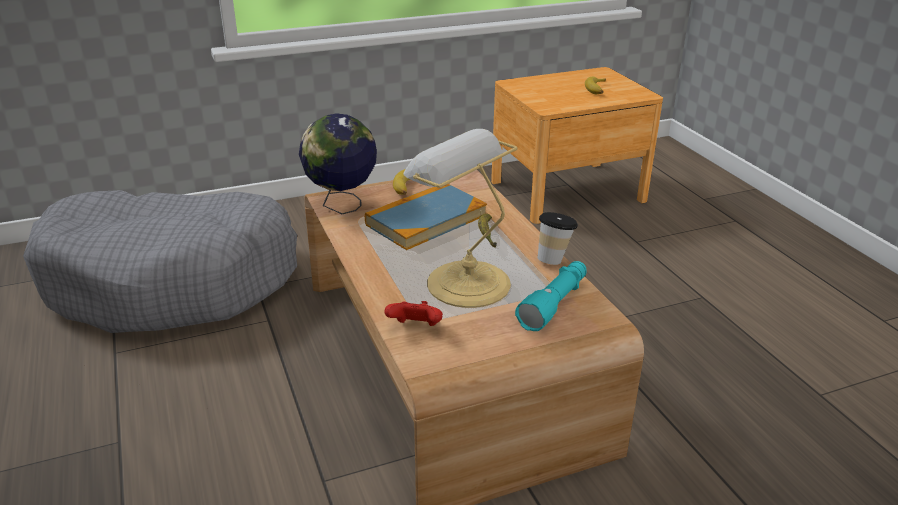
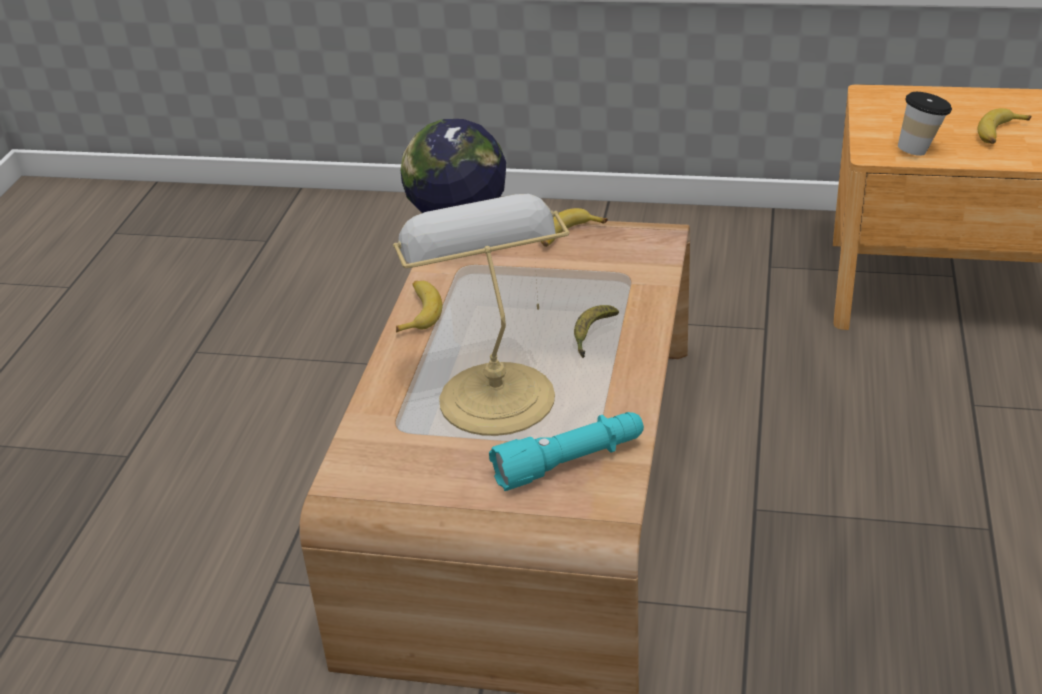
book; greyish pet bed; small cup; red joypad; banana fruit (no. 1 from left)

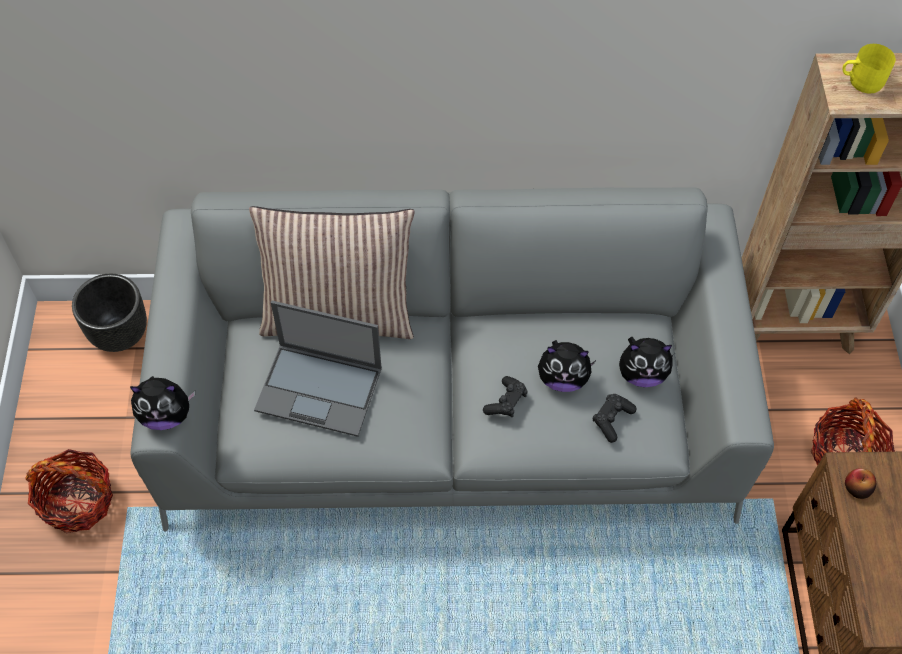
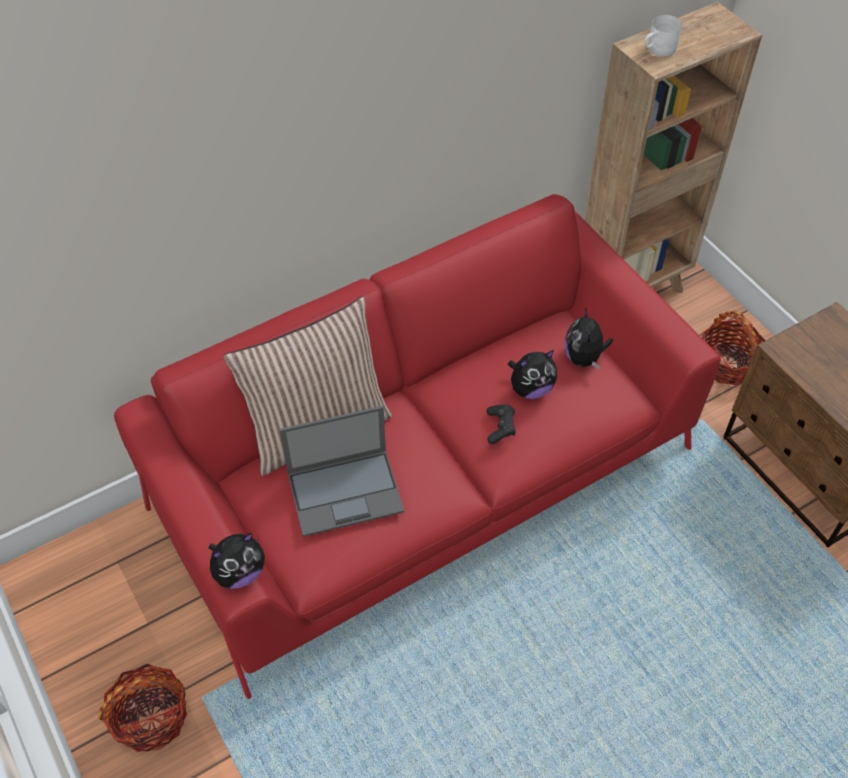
whitish tea mug; red sofa; blackish flower pot; cuddly toy (no. 3 from left); blackish joypad (no. 2 from left in the first image); whole apple

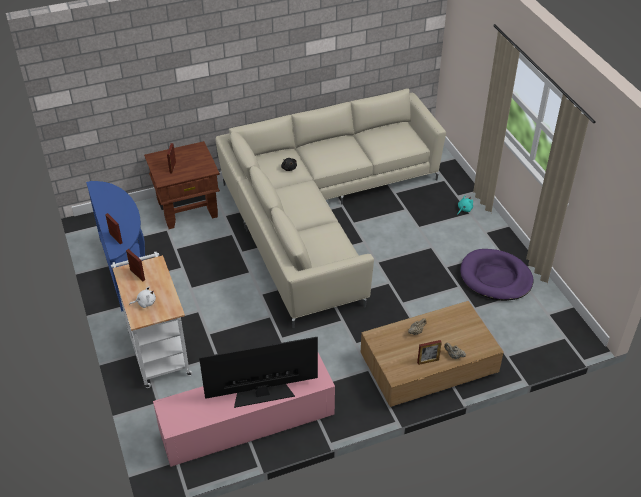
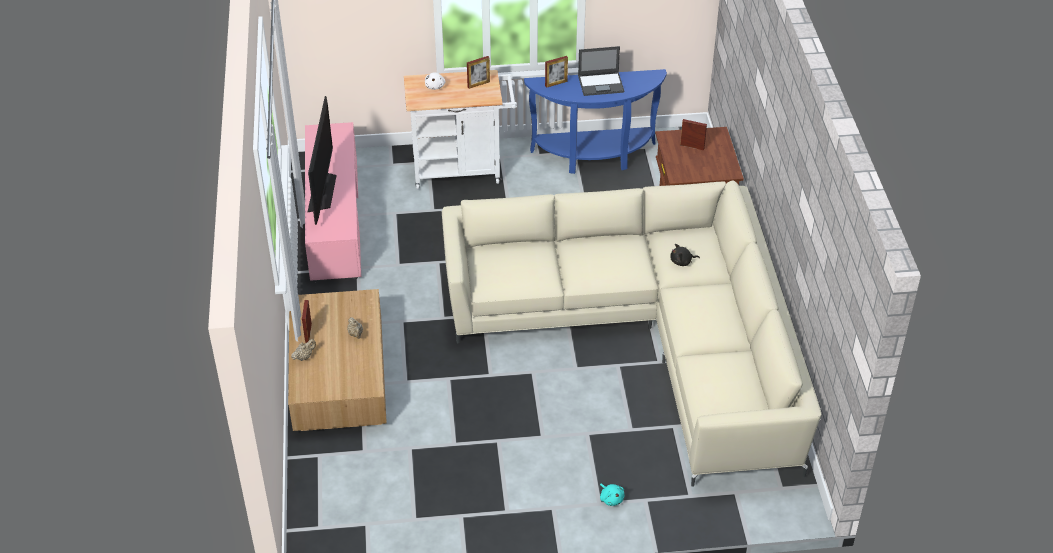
purple-coloured pet bed; portable computer

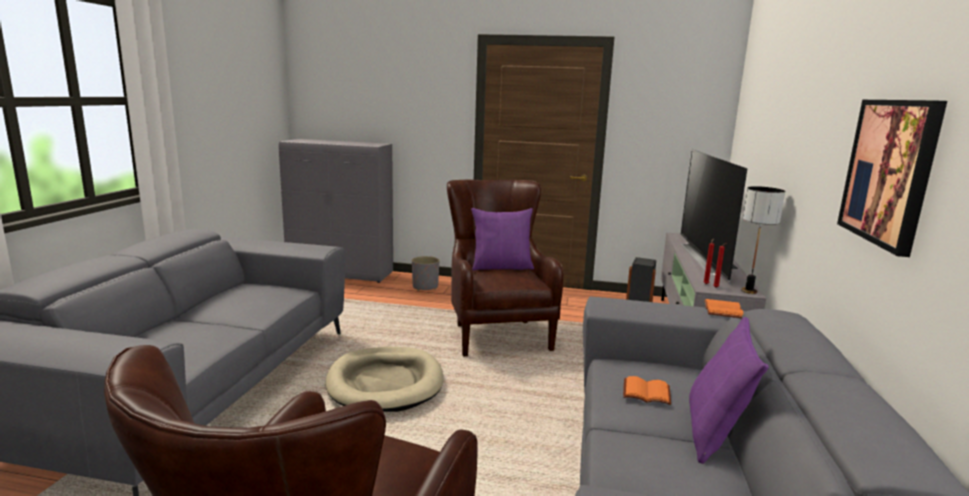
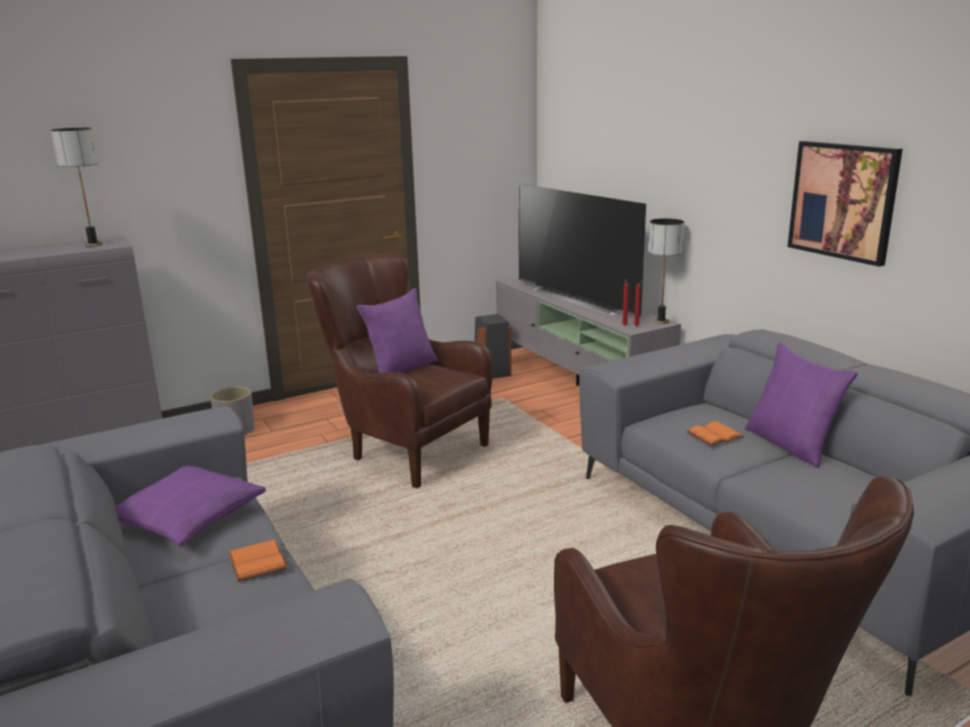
orangey book (no. 1 from left); beige pet bed; tabletop lamp (no. 1 from left); purple-coloured throw pillow (no. 1 from left)

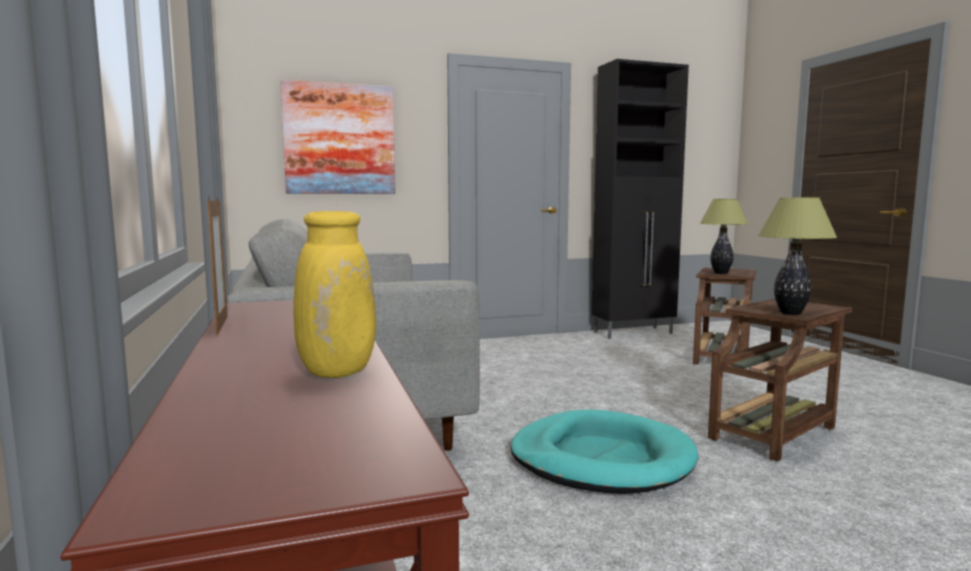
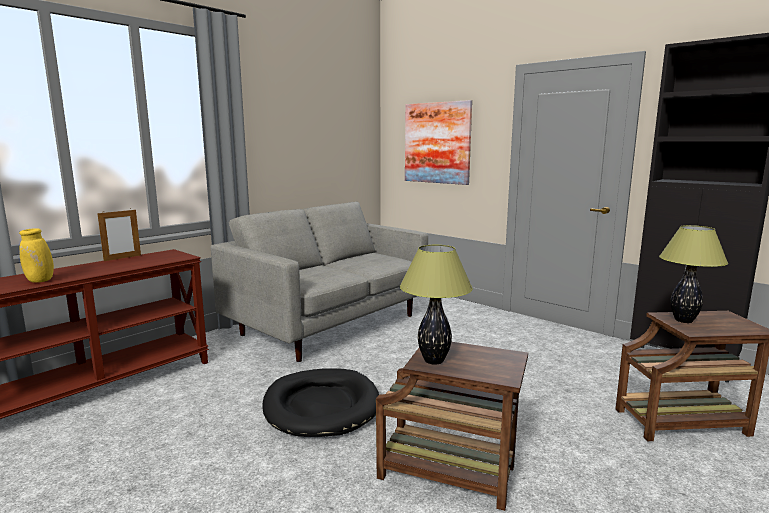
blackish pet bed

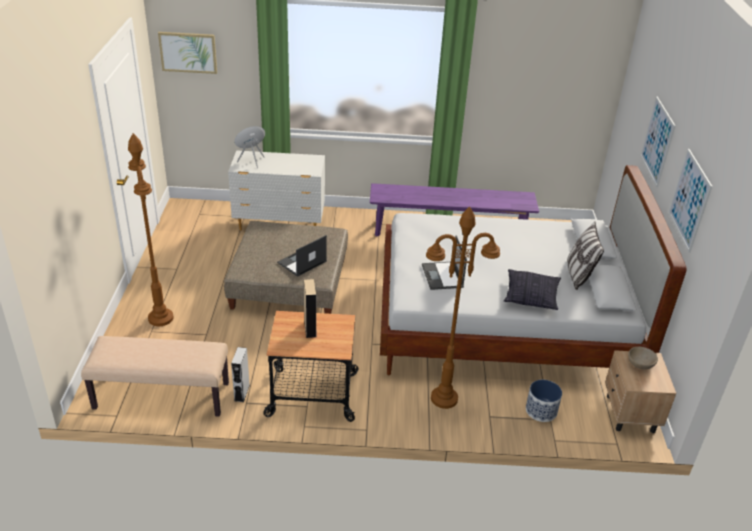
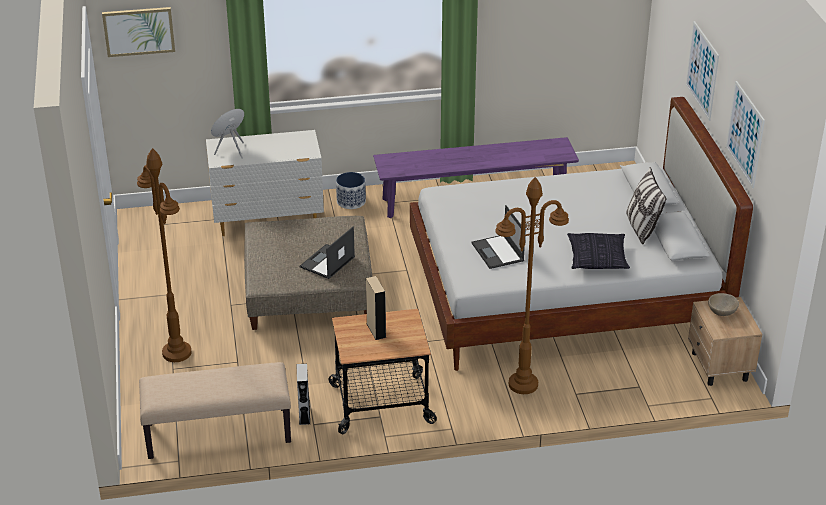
flower pot

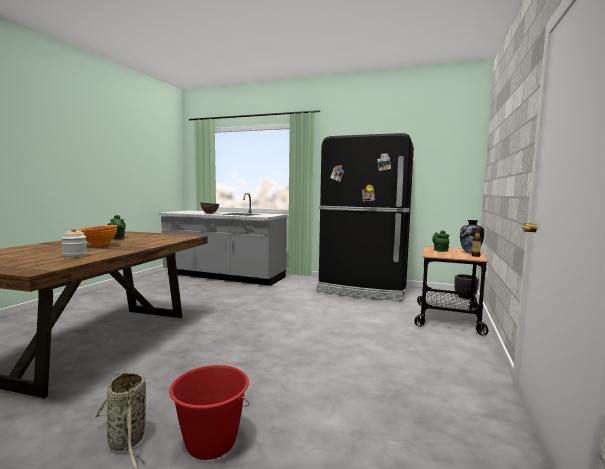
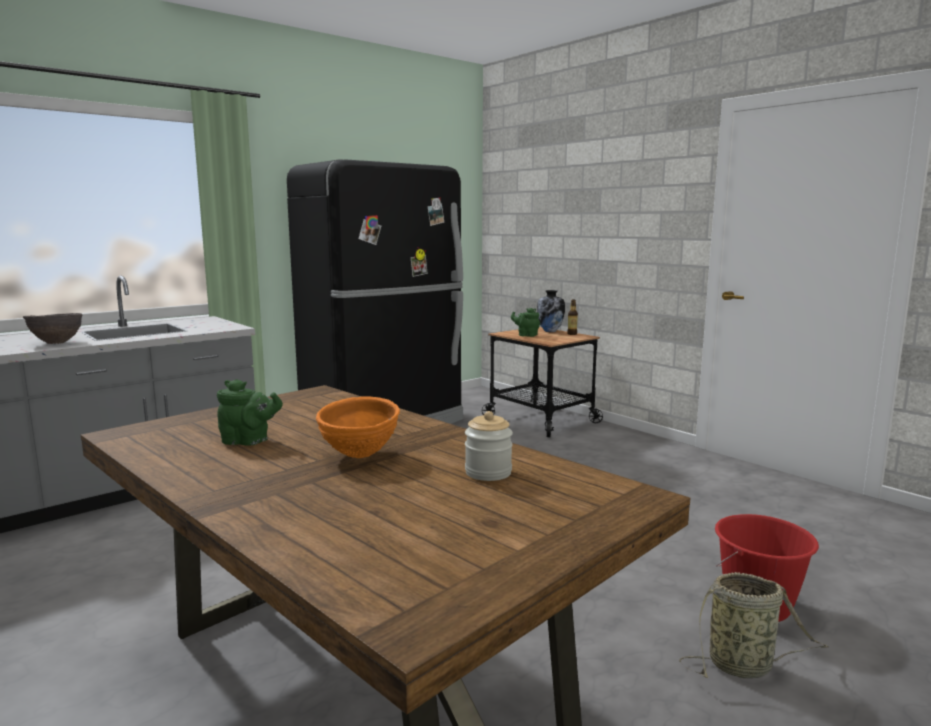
blackish flower pot

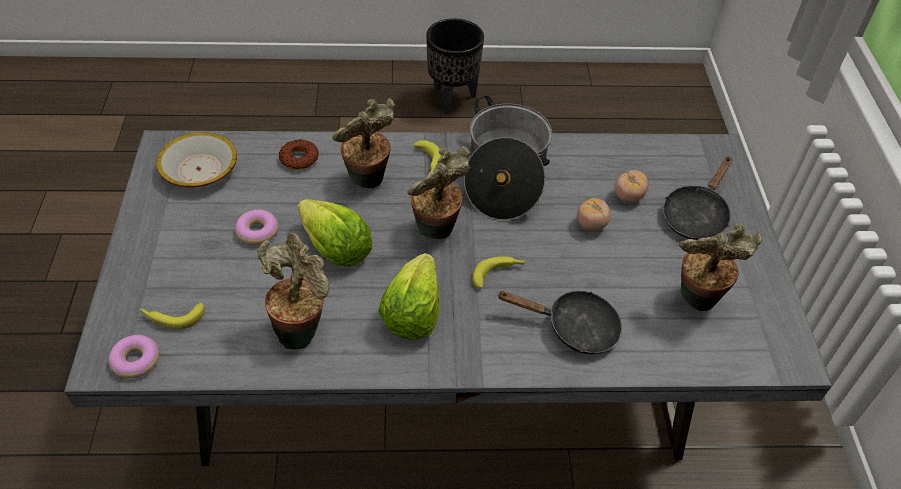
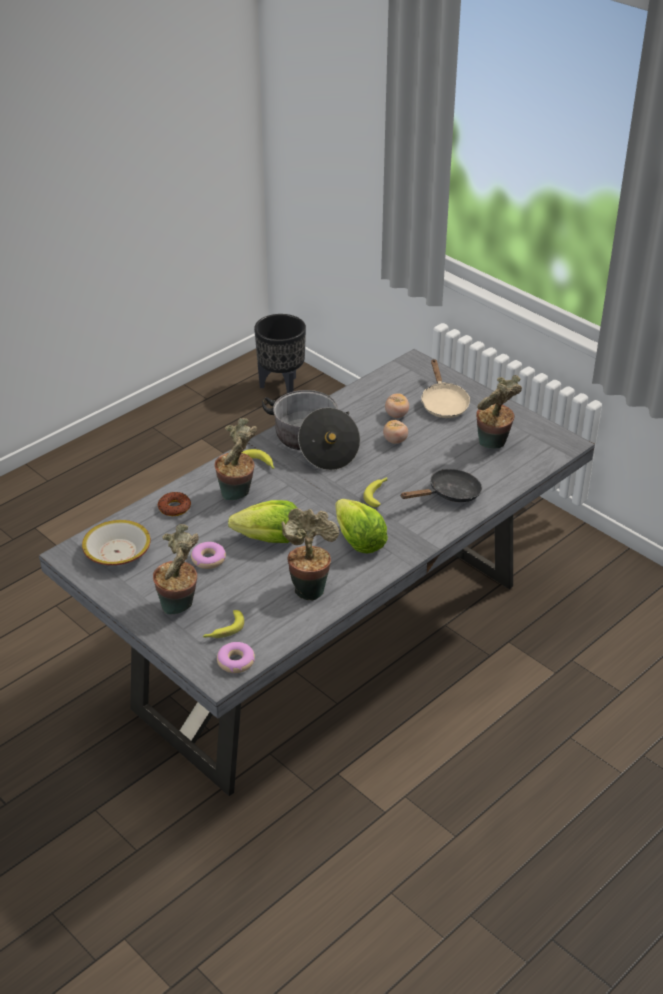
blackish flower pot; potted plant (no. 1 from left); beige pan

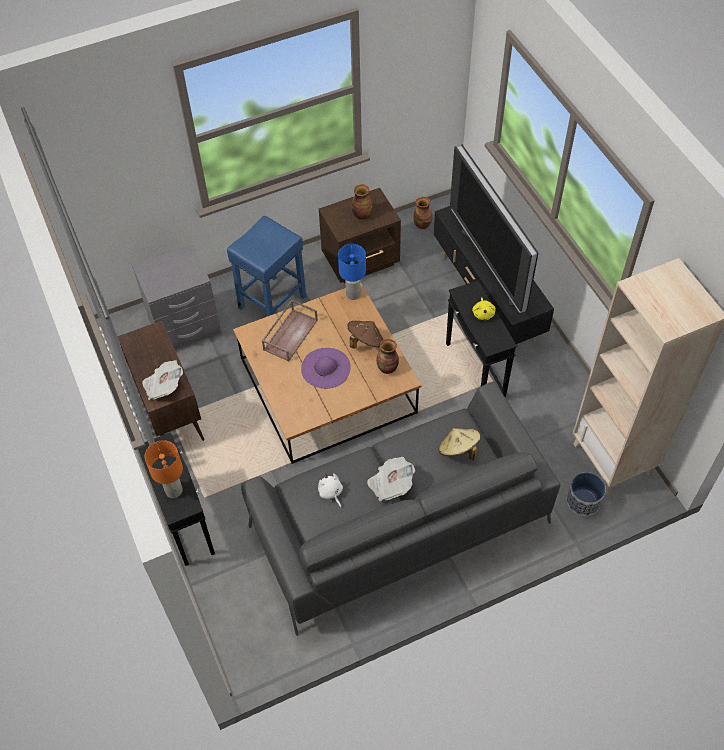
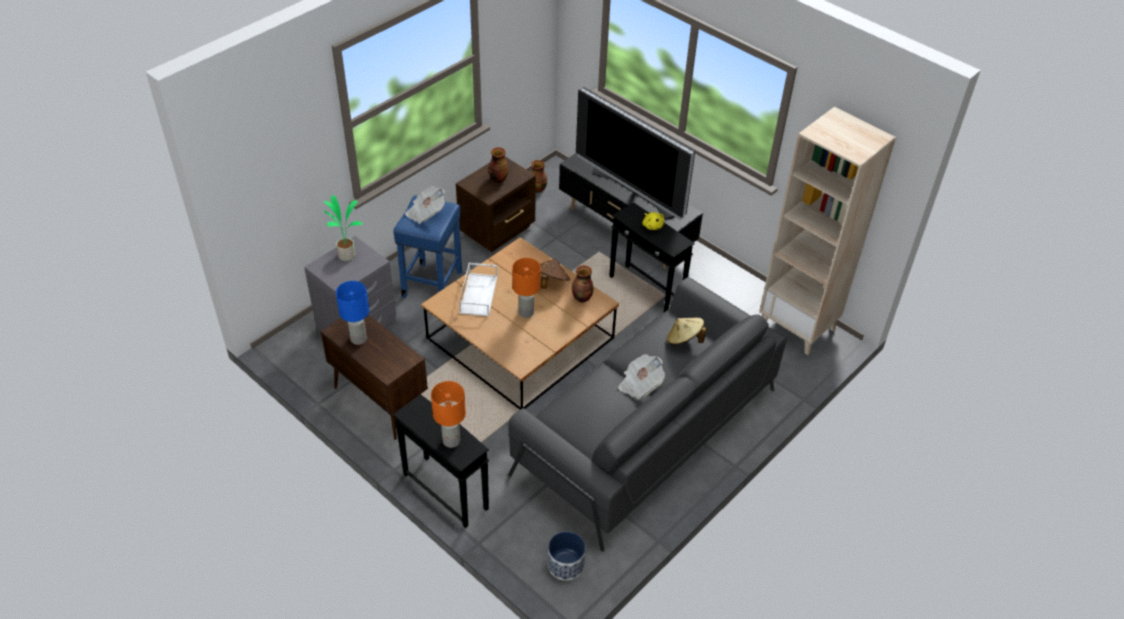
blue-coloured tabletop lamp; whitish tray; orangey tabletop lamp (no. 2 from left); newspaper (no. 1 from left); flower pot; whitish cuddly toy; potted plant

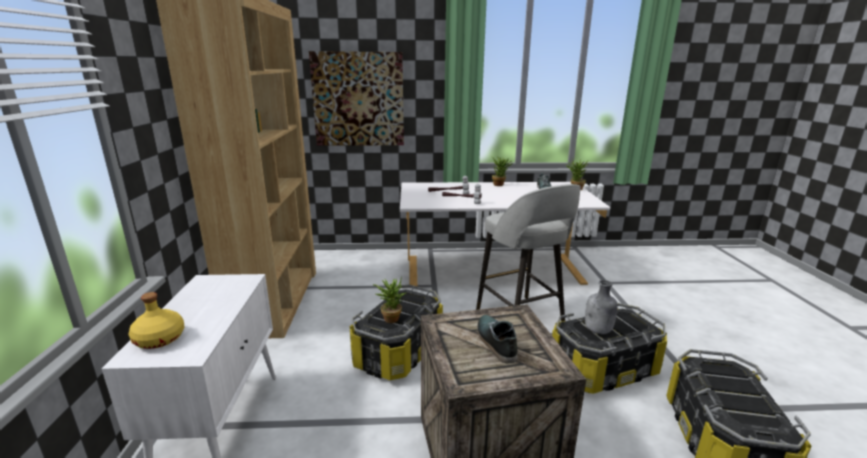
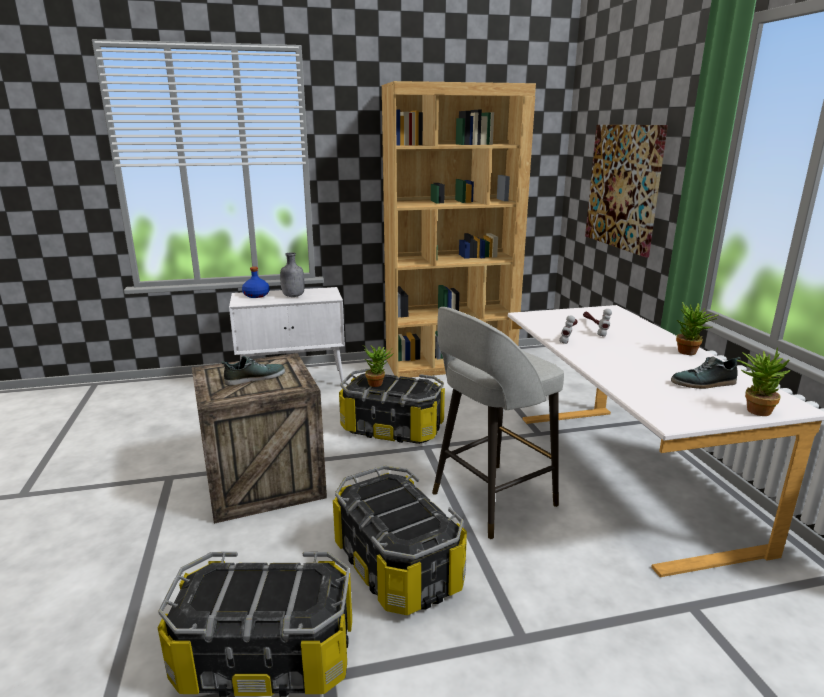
greyish bottle; blue-coloured bottle

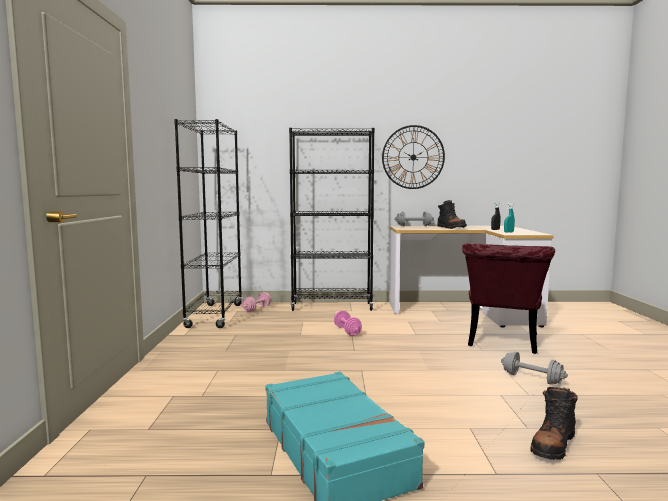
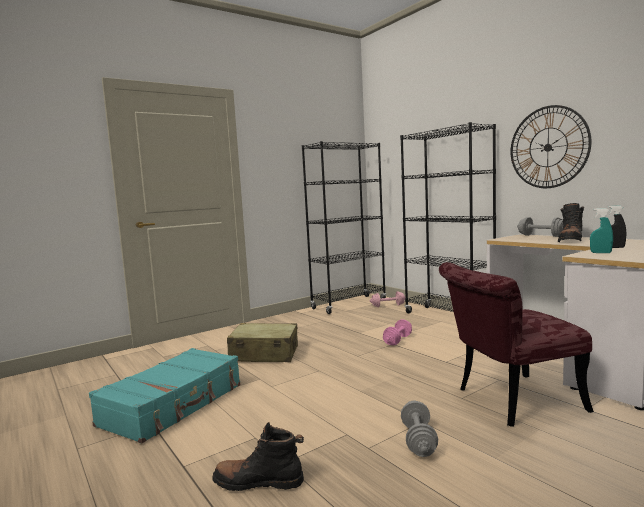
beige piece of luggage

